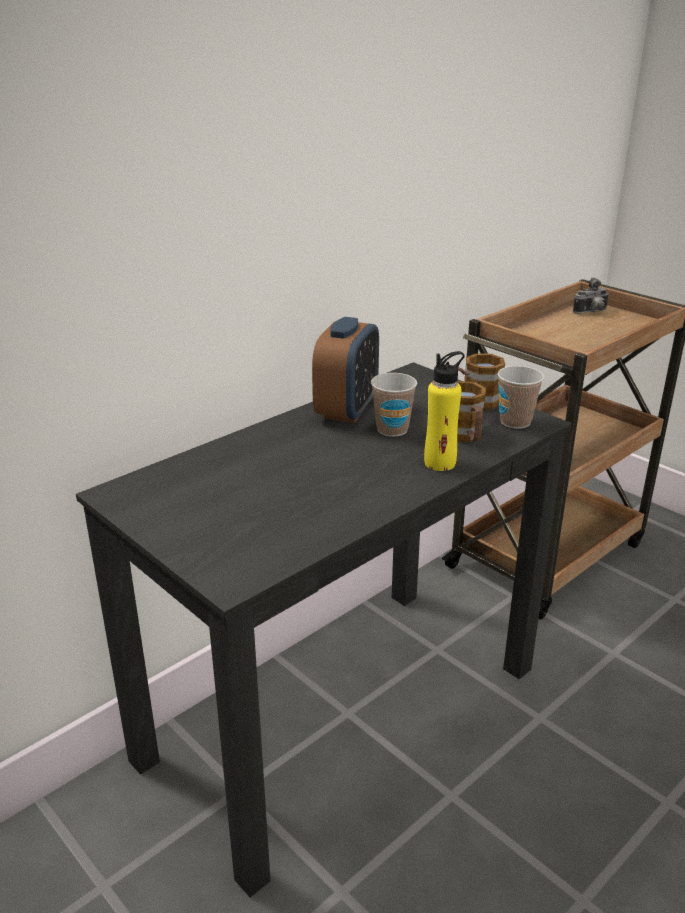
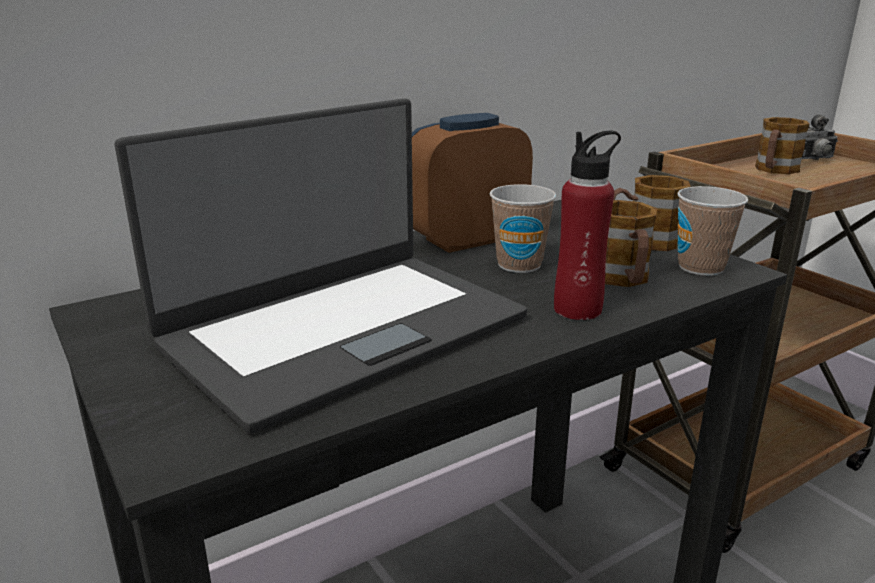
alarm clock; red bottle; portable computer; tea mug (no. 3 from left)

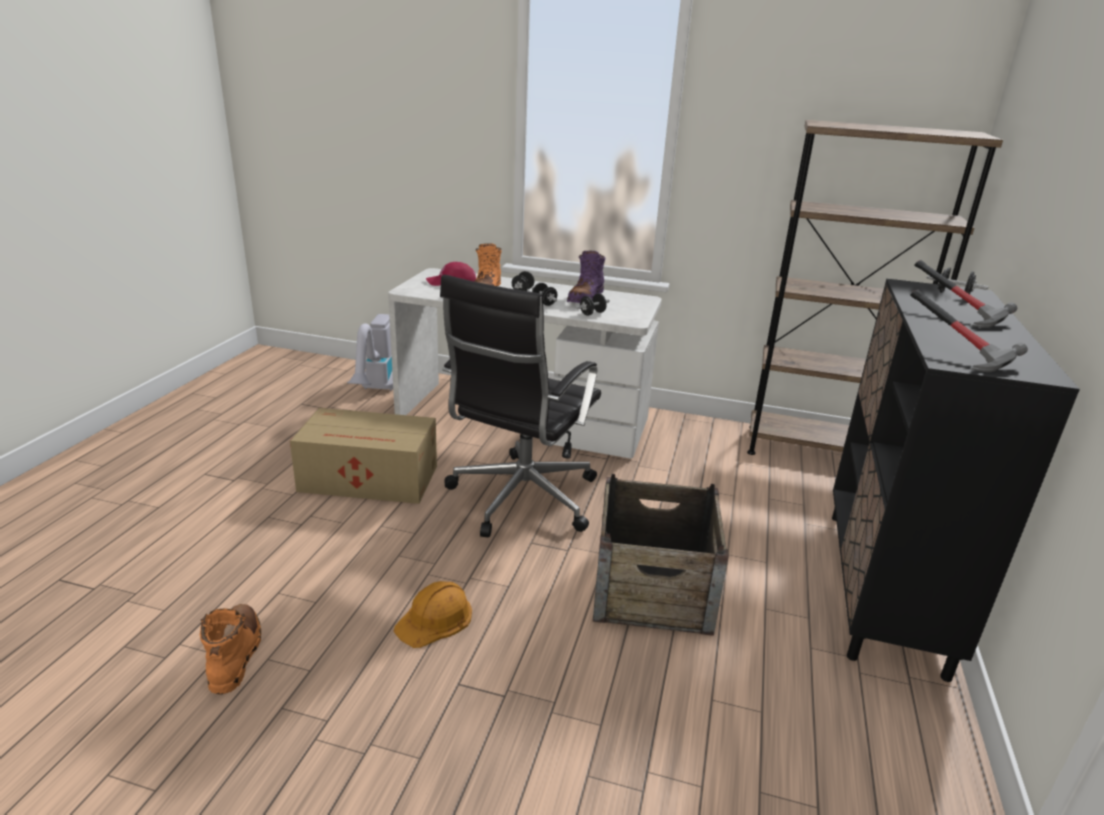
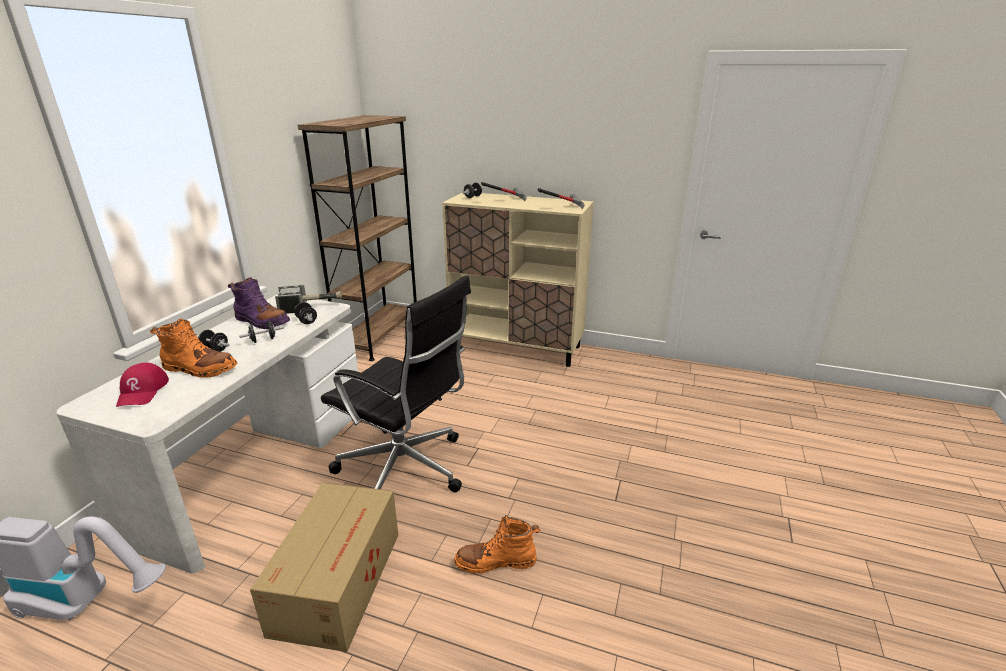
beige cabinet; packing crate; orangey work helmet; orangey tall boot (no. 2 from left); tool hammer (no. 1 from left)

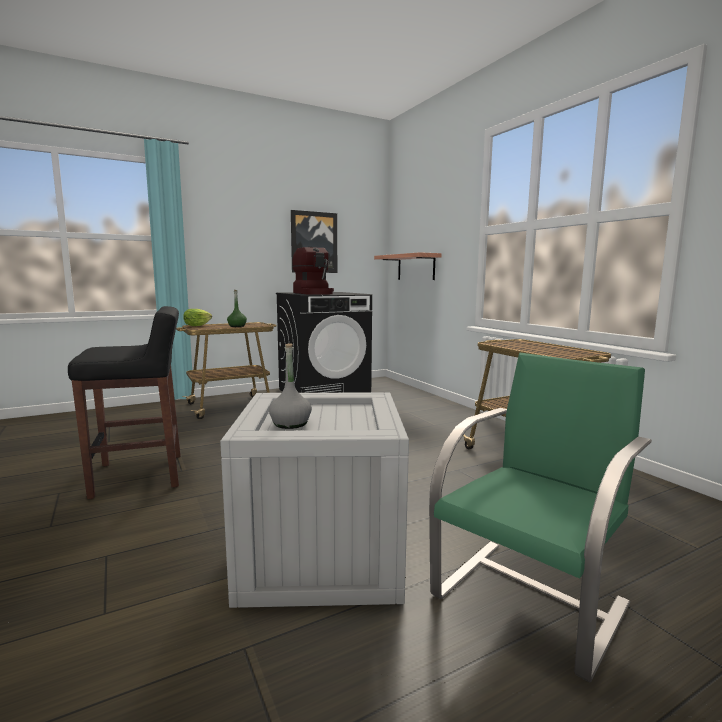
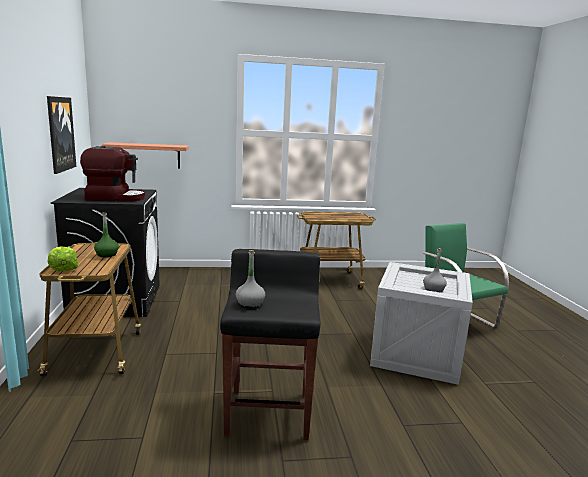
greyish bottle (no. 1 from left)

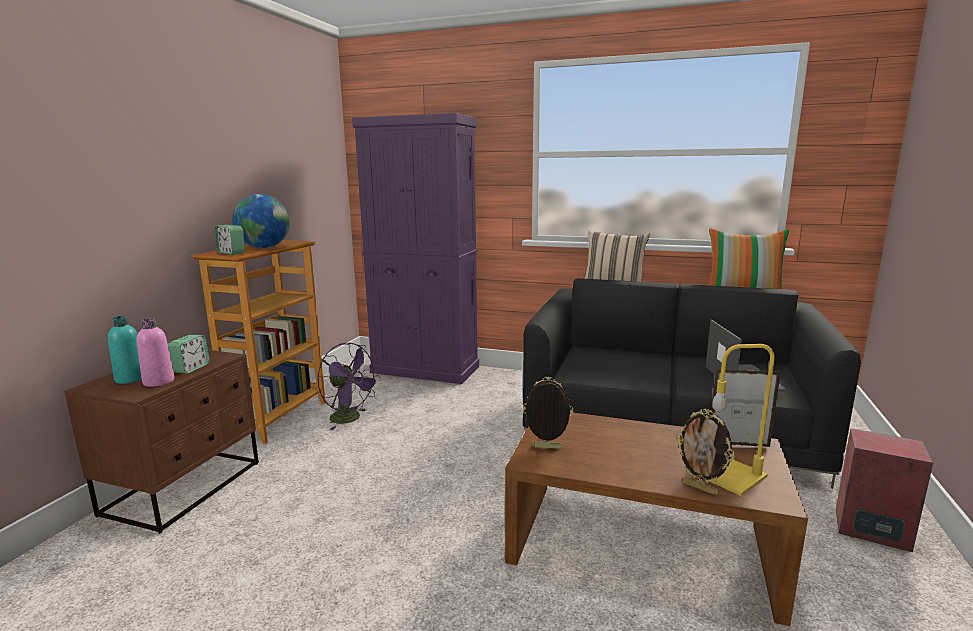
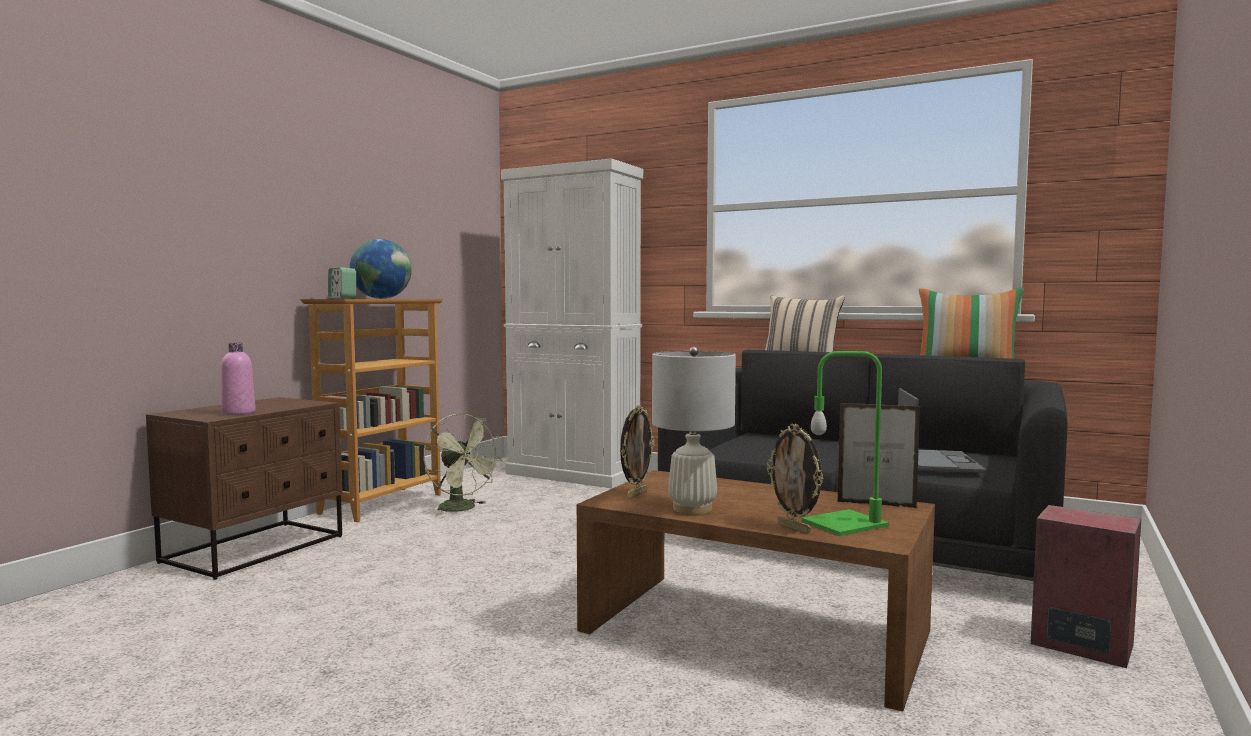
whitish cabinet; turquoise bottle; alarm clock (no. 1 from left in the first image); green-coloured cooling fan; green-coloured tabletop lamp; picture frame (no. 1 from left); whitish tabletop lamp

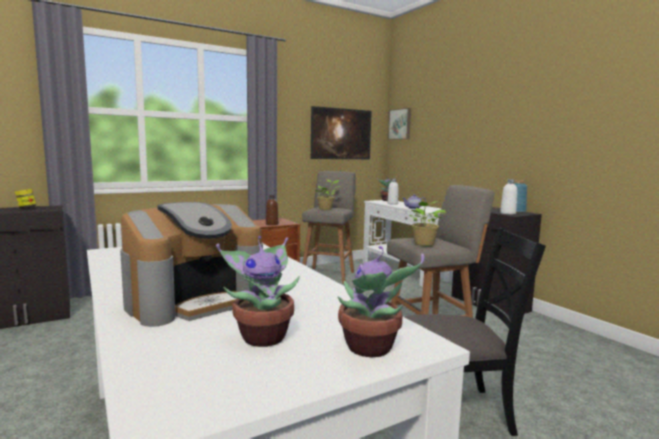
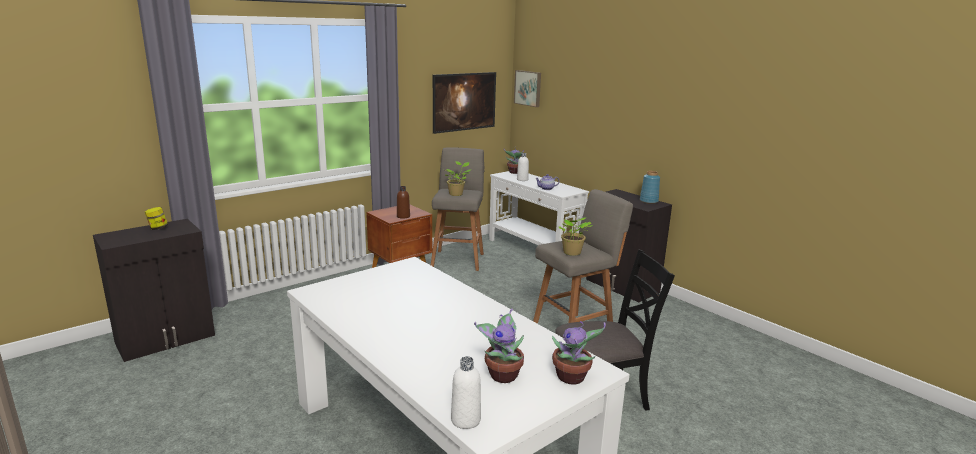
whitish bottle (no. 1 from left); coffee machine

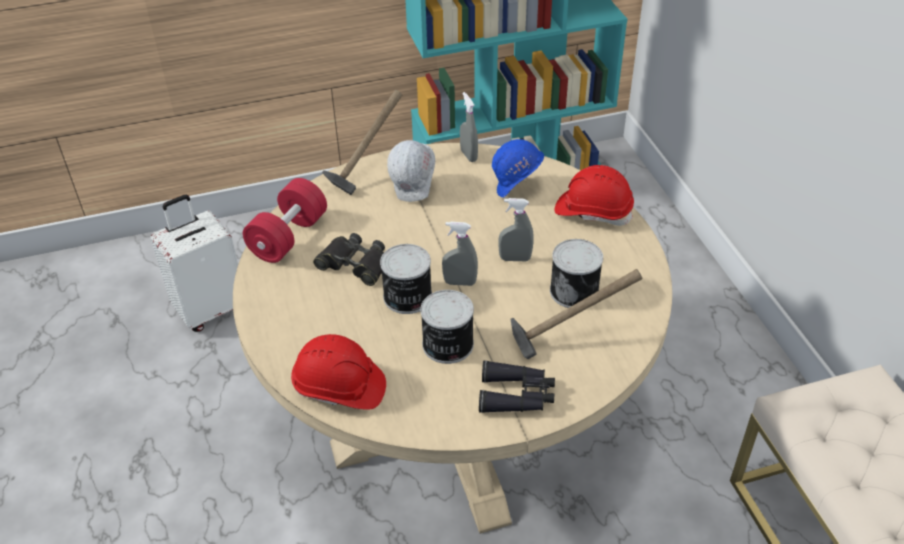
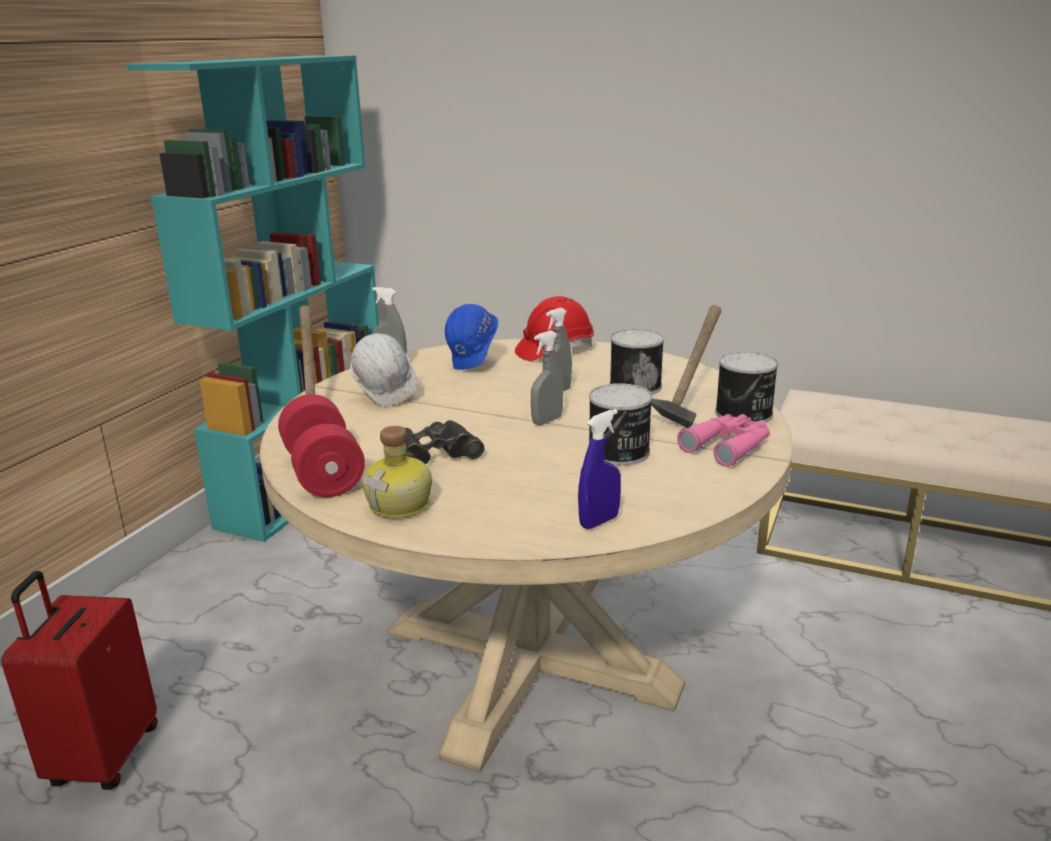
red piece of luggage; sealed can (no. 3 from left); blue-coloured sprayer; pinkish pair of binoculars; bottle

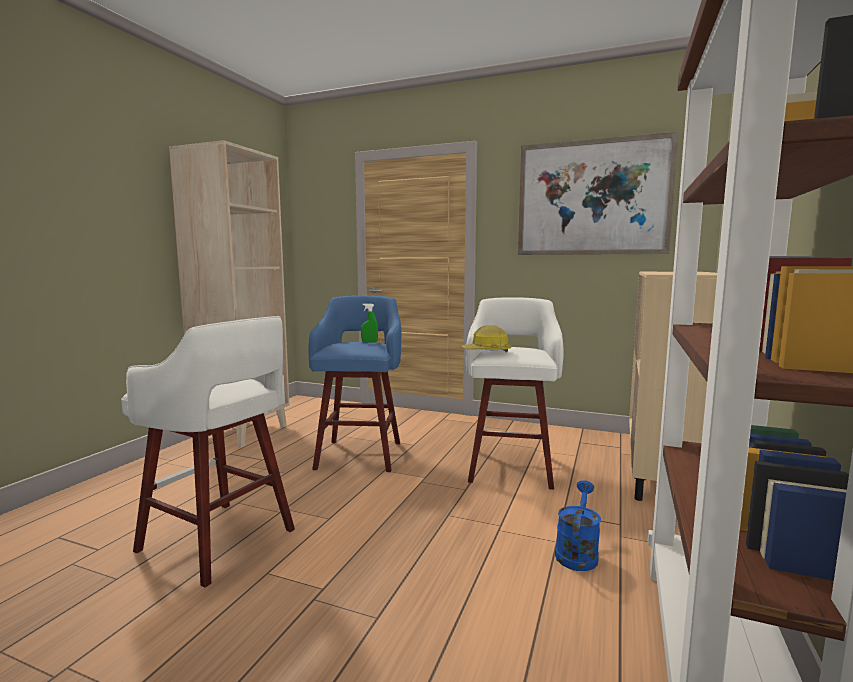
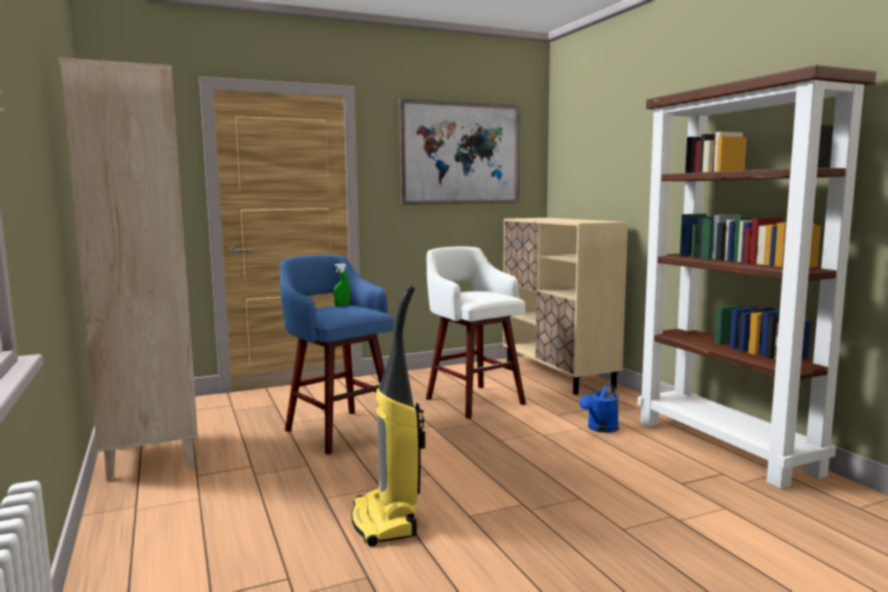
hoover; work helmet; blue-coloured watering pot

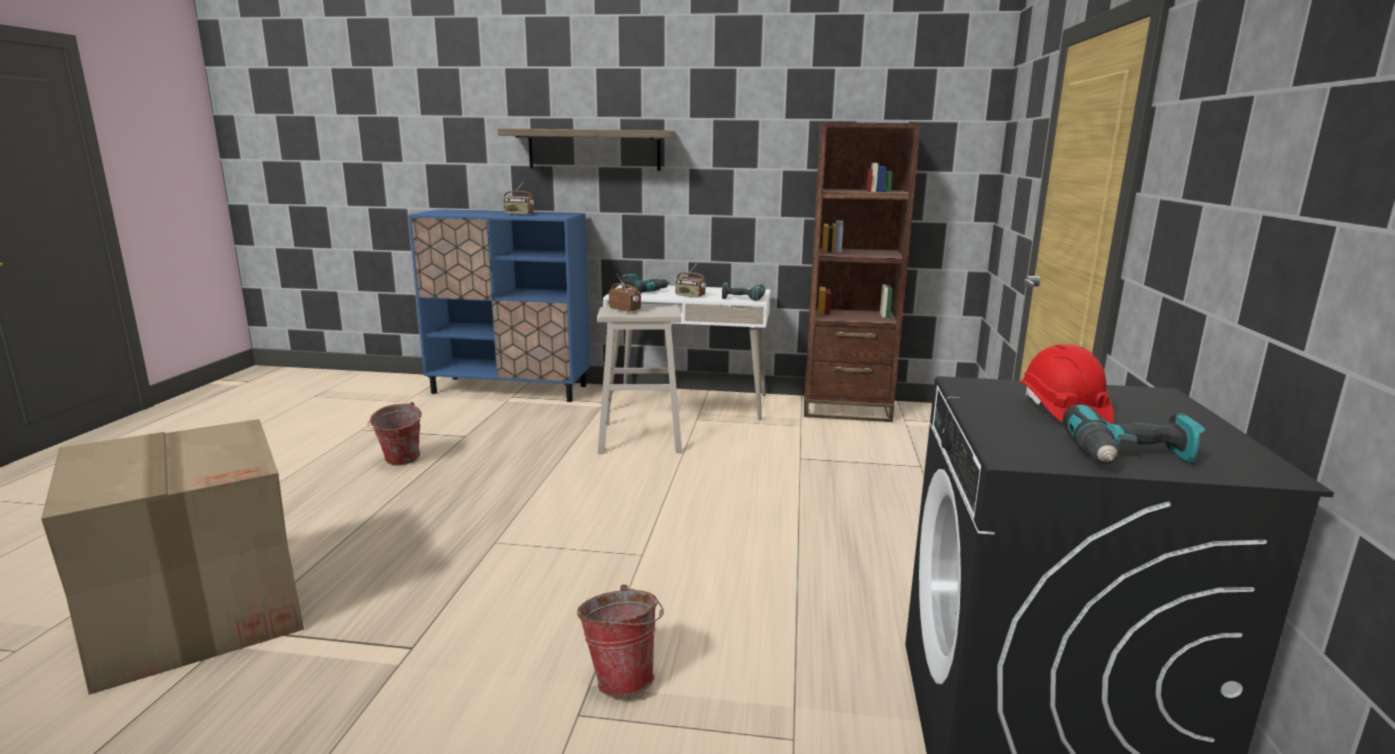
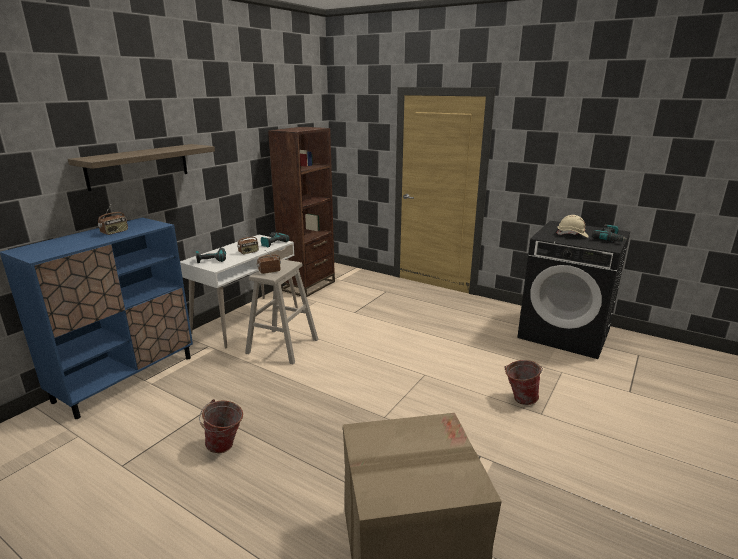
beige work helmet

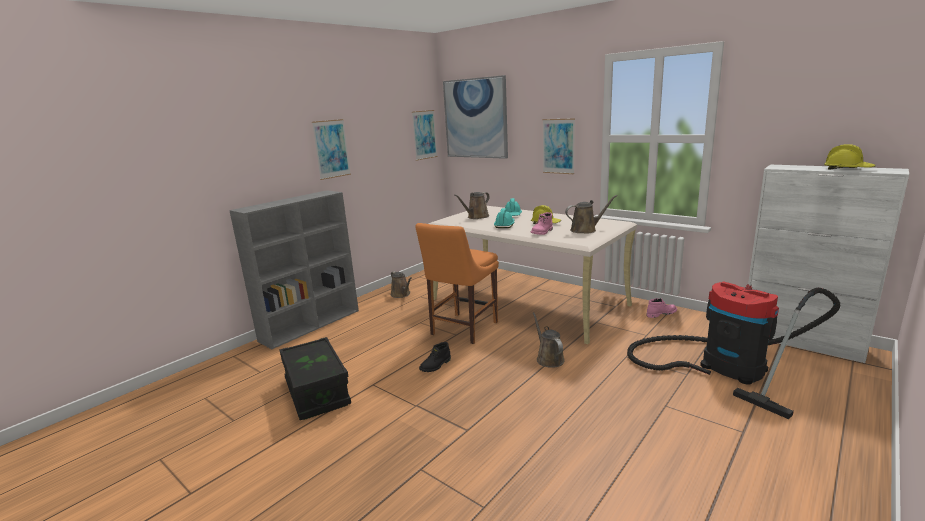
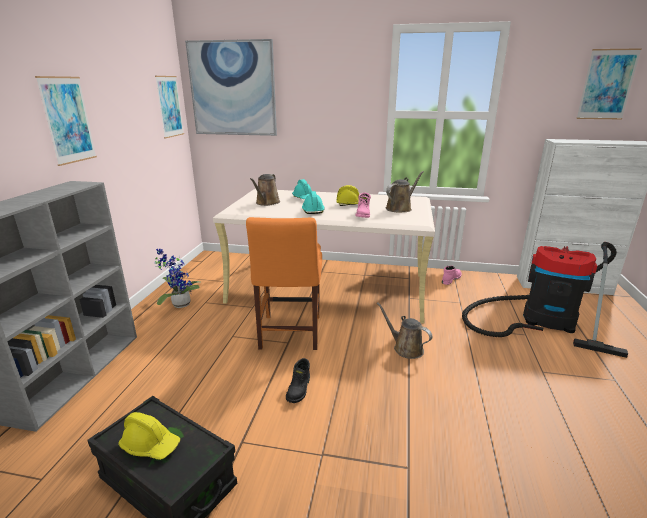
wall art (no. 4 from left); yellow-coloured work helmet (no. 1 from left); potted plant

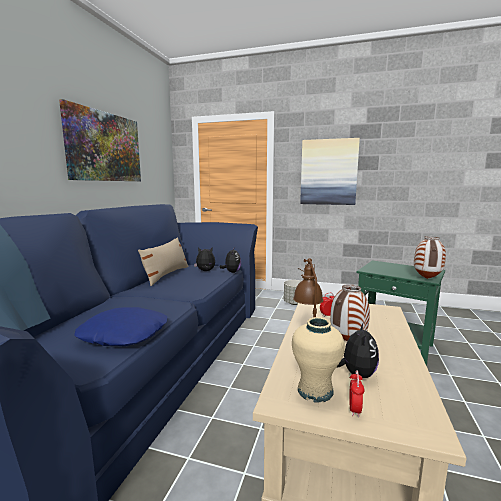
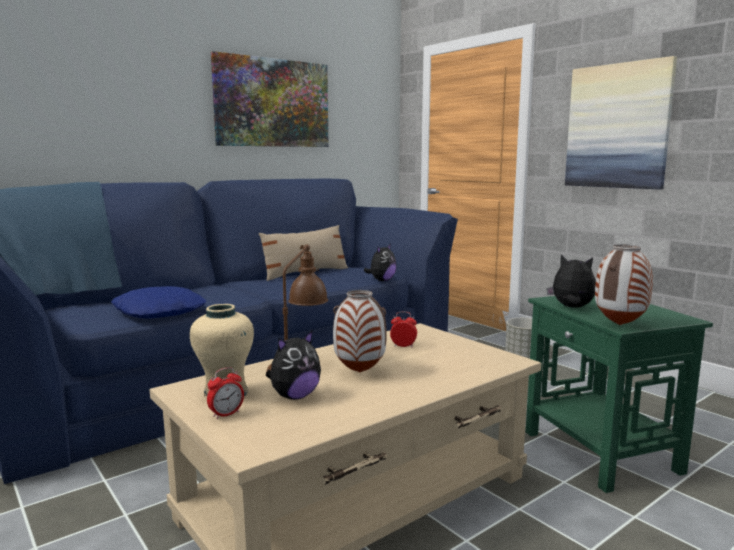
cuddly toy (no. 3 from left)

